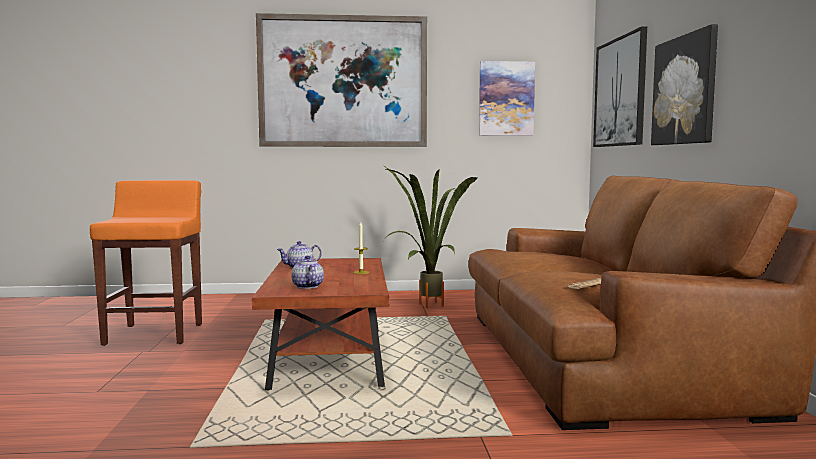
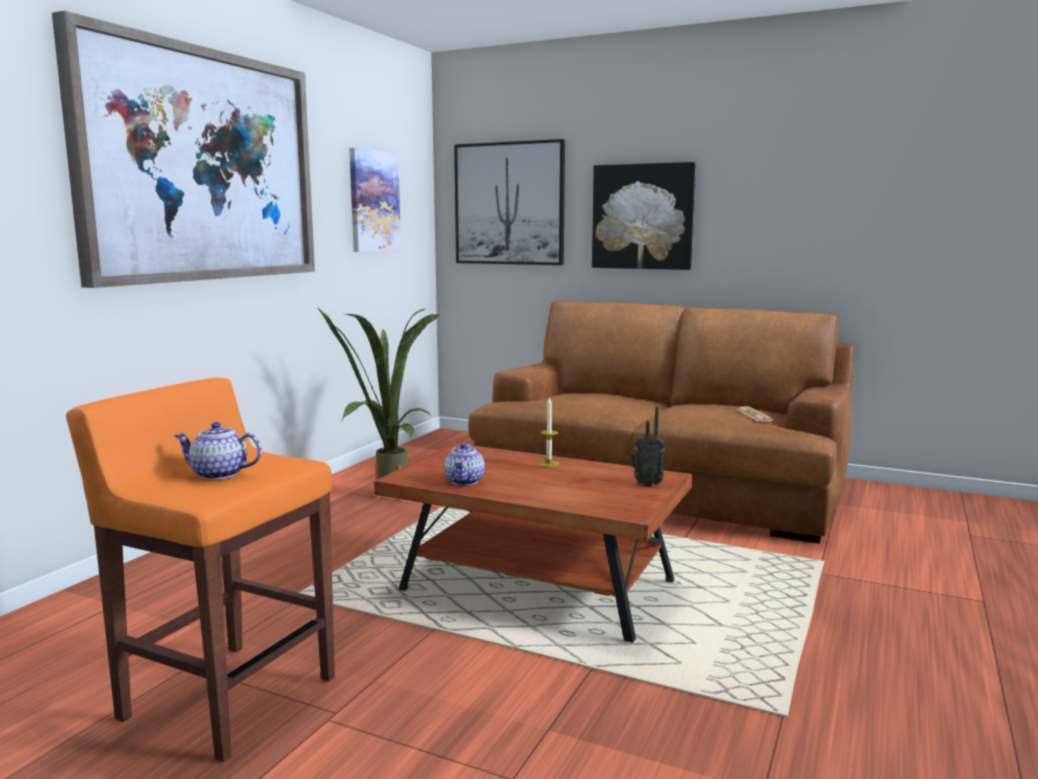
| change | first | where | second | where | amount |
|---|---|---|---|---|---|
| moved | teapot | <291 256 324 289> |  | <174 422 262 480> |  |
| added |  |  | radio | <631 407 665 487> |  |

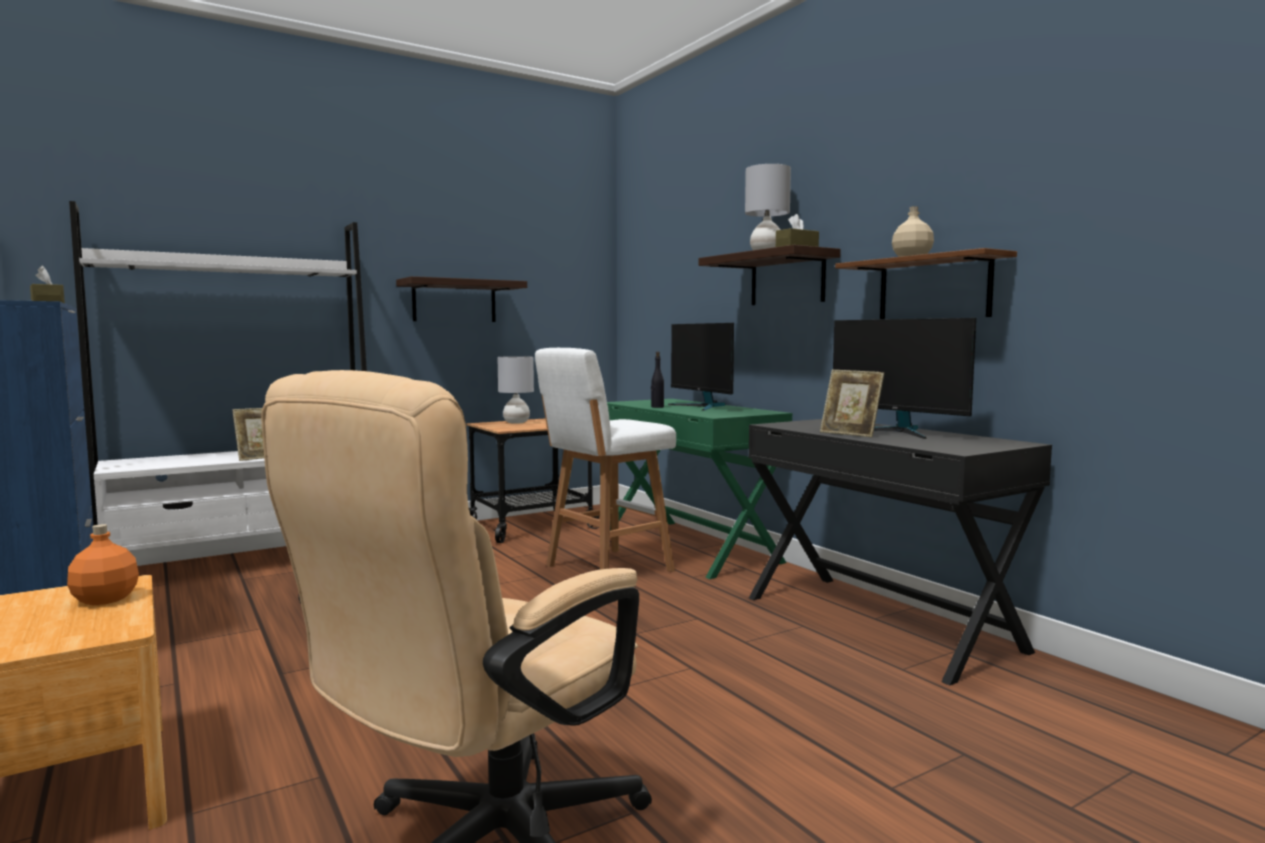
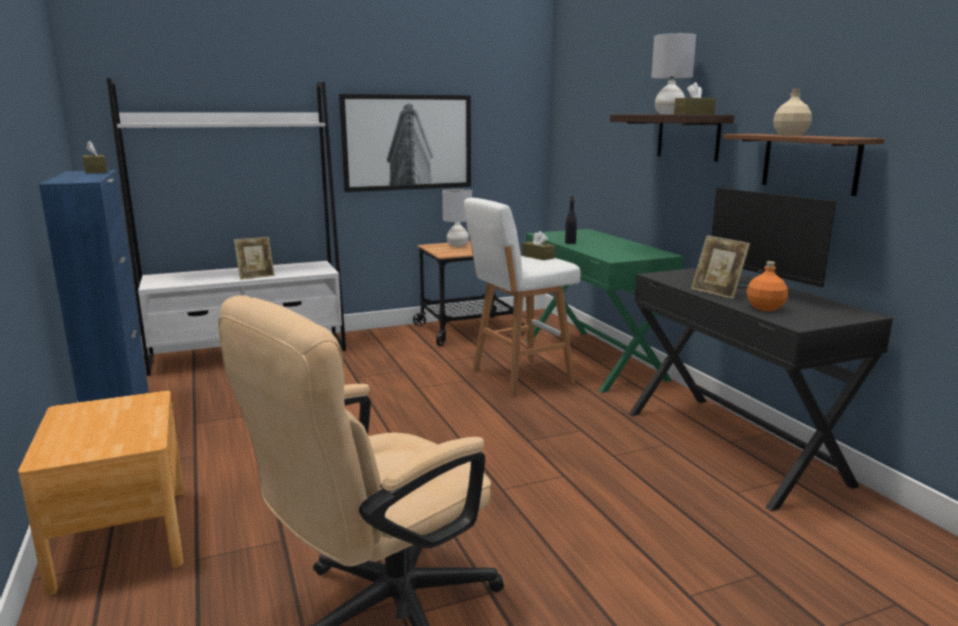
| change | first | where | second | where | amount |
|---|---|---|---|---|---|
| replaced | shelf | <396 276 527 322> | picture | <339 94 471 192> |  |
| added |  |  | tissue box (brown) | <522 231 555 260> |  |
| moved | bottle (orange) | <67 524 139 605> |  | <747 261 788 311> |  |
| removed | monitor | <668 323 734 411> |  |  |  |

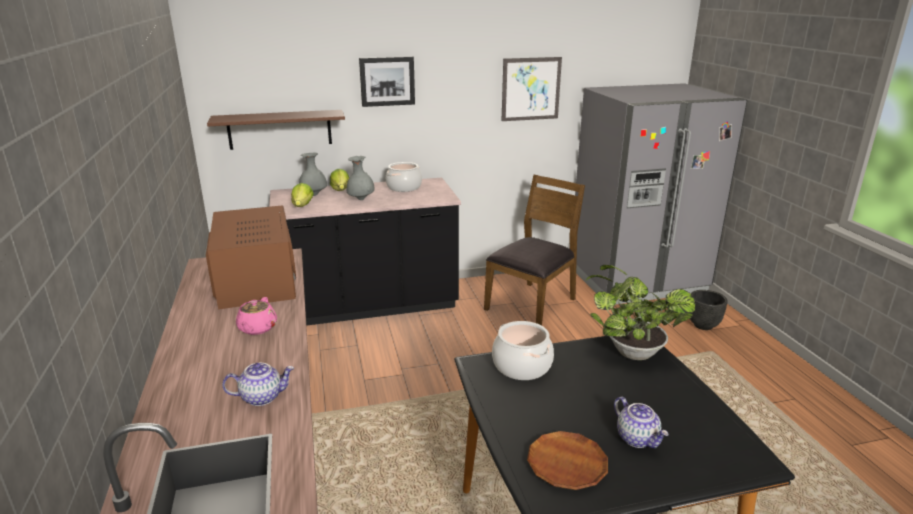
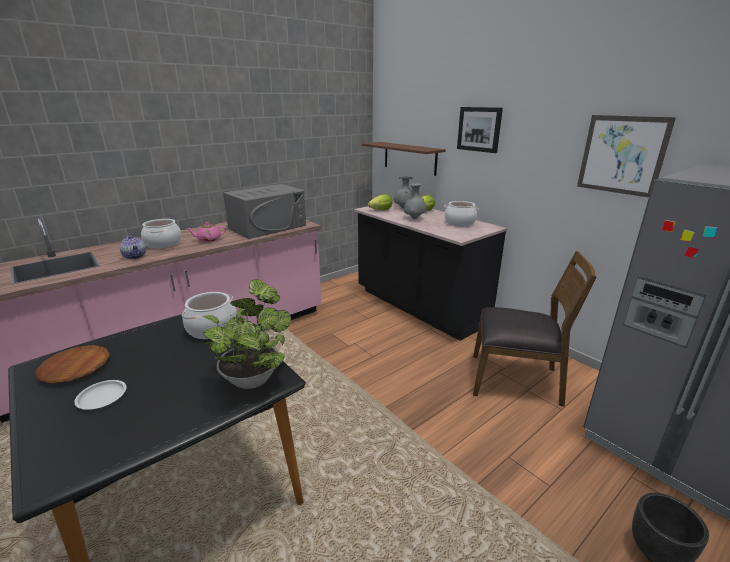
| change | first | where | second | where | amount |
|---|---|---|---|---|---|
| replaced | teapot | <614 397 668 448> | plate (white) | <74 380 126 410> |  |
| added |  |  | cooking pot | <141 219 181 249> |  |
| recoloured | microwave (brown) | <206 205 296 309> | microwave (grey) | <223 184 306 239> |  |

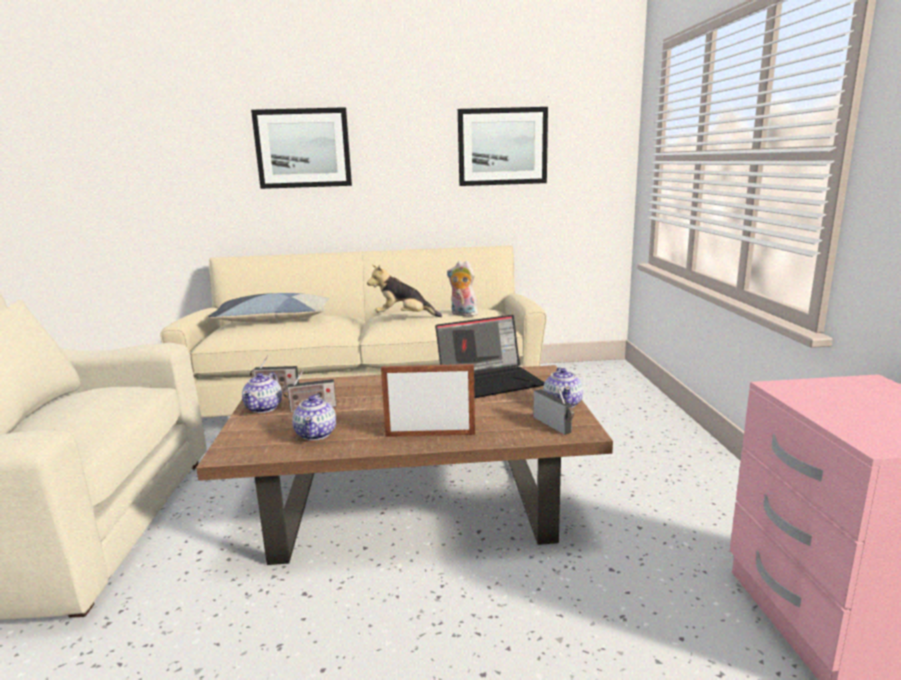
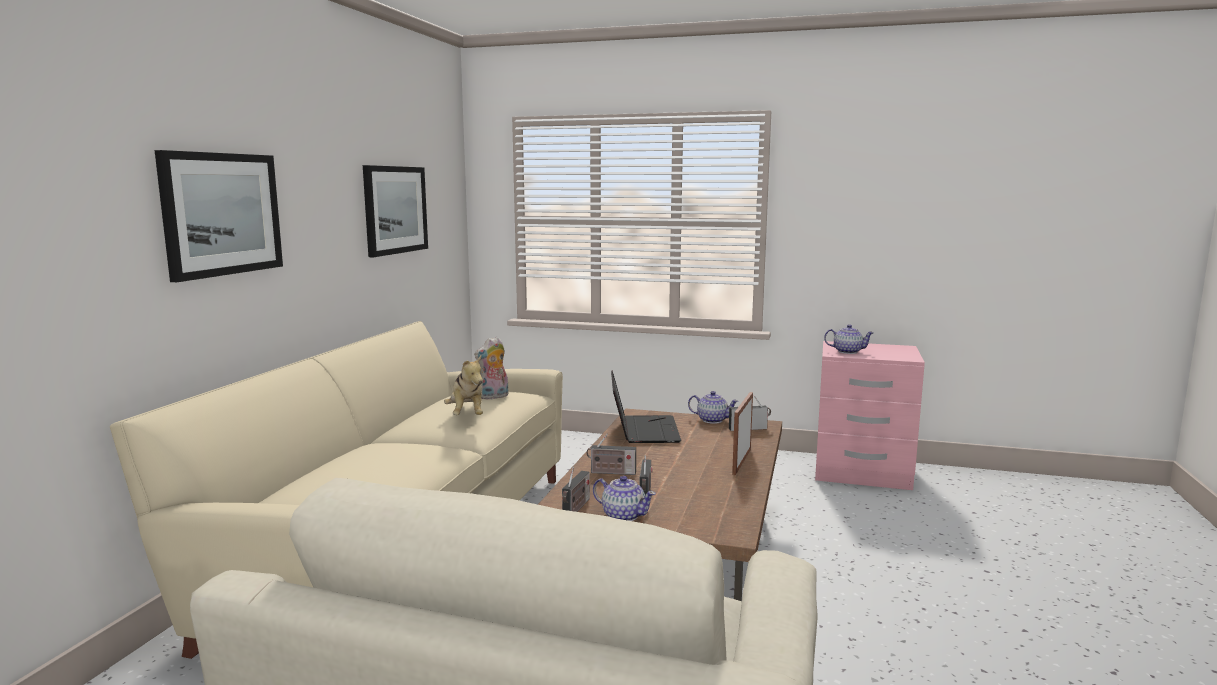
| change | first | where | second | where | amount |
|---|---|---|---|---|---|
| turned | plush toy | <367 265 442 317> |  | <444 356 483 415> | 45 degrees counterclockwise |
| added |  |  | radio | <586 433 636 475> |  |
| moved | teapot | <292 394 336 440> |  | <824 324 874 354> |  |
| removed | pillow | <208 293 329 322> |  |  |  |

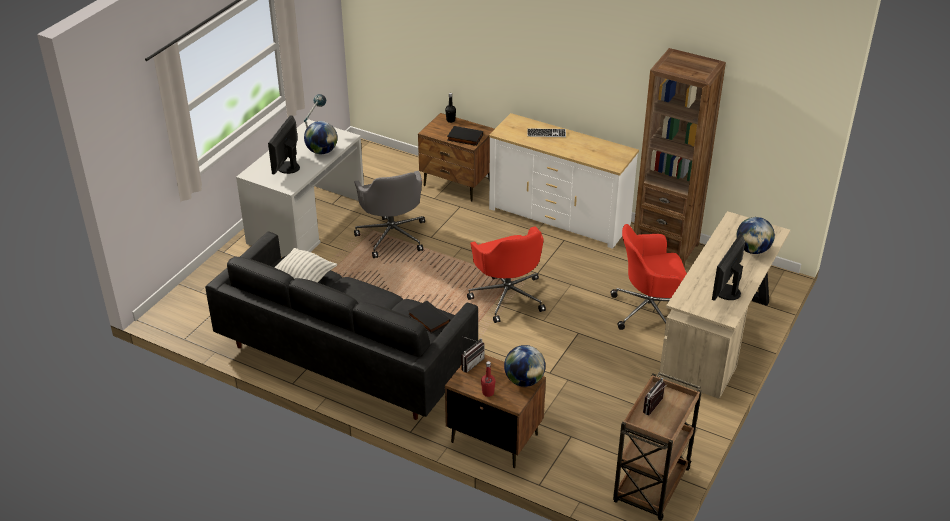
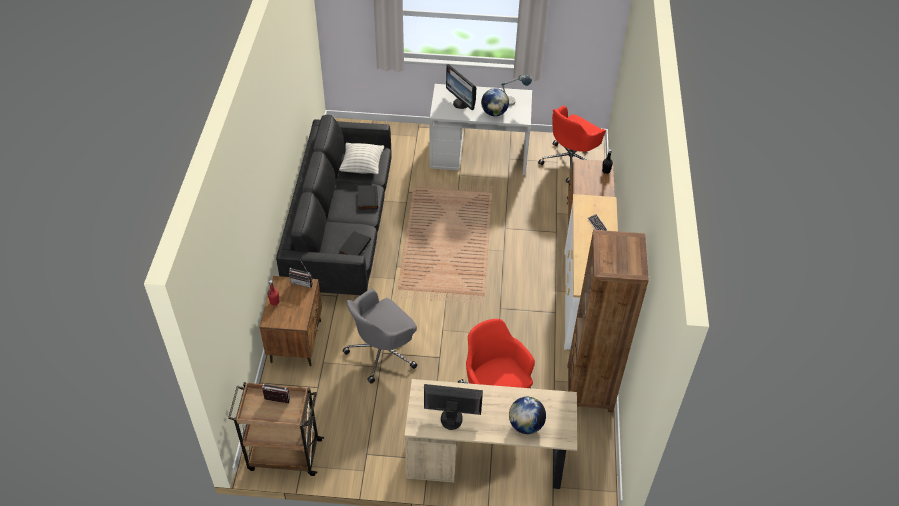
| change | first | where | second | where | amount |
|---|---|---|---|---|---|
| moved | office chair (grey) | <354 171 425 258> |  | <343 289 417 384> |  |
| moved | book (black) | <447 126 483 146> |  | <358 186 378 210> |  |
| turned | monitor | <268 115 300 175> |  | <446 64 476 110> | 120 degrees counterclockwise |
| moved | office chair (red) | <467 226 546 323> |  | <538 105 606 184> |  |
| removed | globe | <504 345 546 387> |  |  |  |

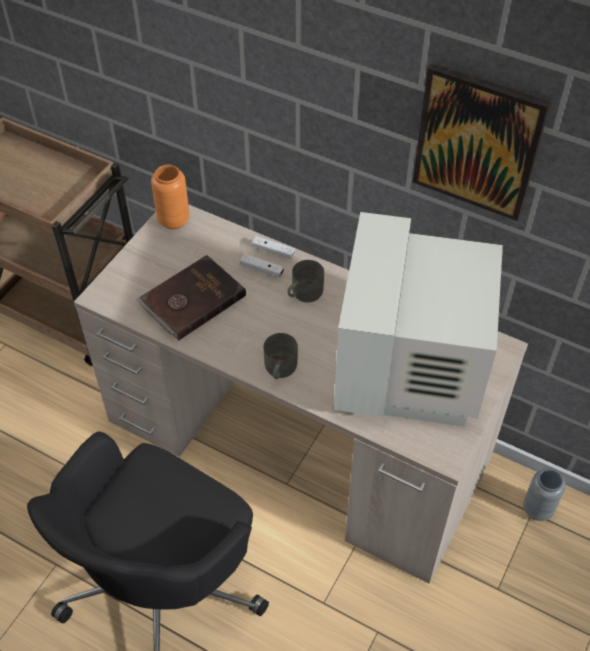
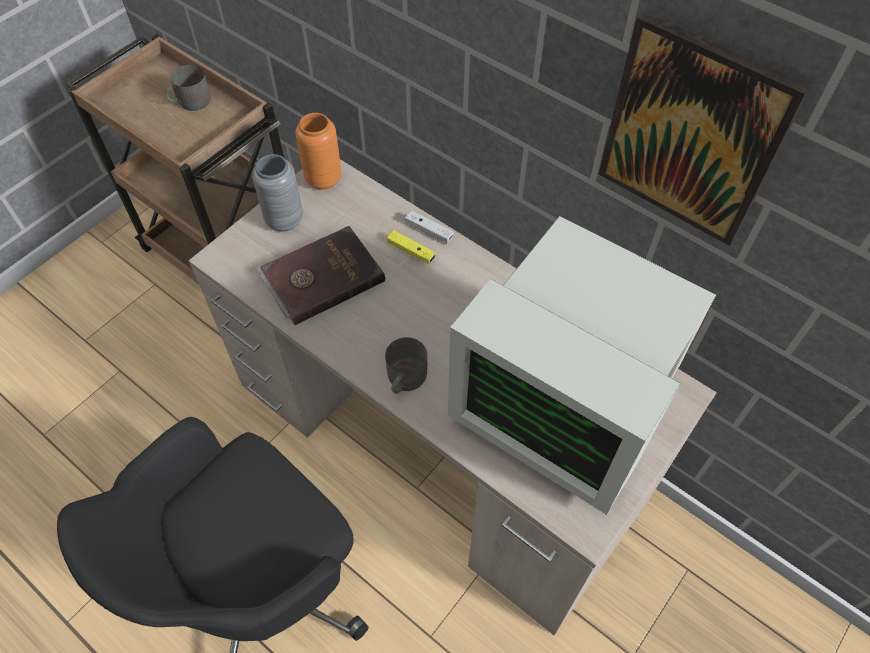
| change | first | where | second | where | amount |
|---|---|---|---|---|---|
| moved | mug (grey) | <287 260 324 302> |  | <165 65 211 111> |  |
| moved | vase (grey) | <523 469 566 521> |  | <252 154 303 232> |  |
| recoloured | game controller (white) | <240 254 284 277> | game controller (yellow) | <387 230 436 264> |  |
| turned | monitor | <333 212 503 427> |  | <448 216 716 515> | 75 degrees counterclockwise |

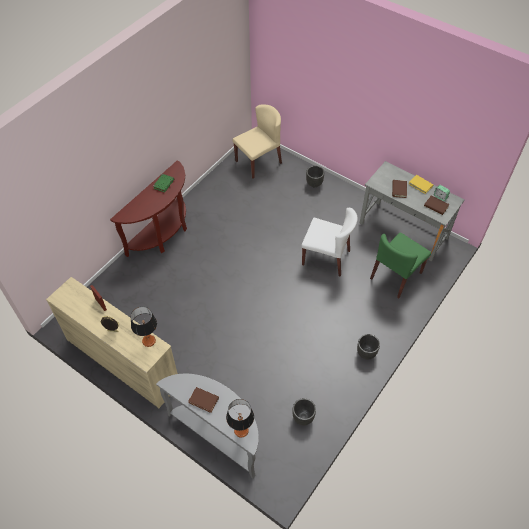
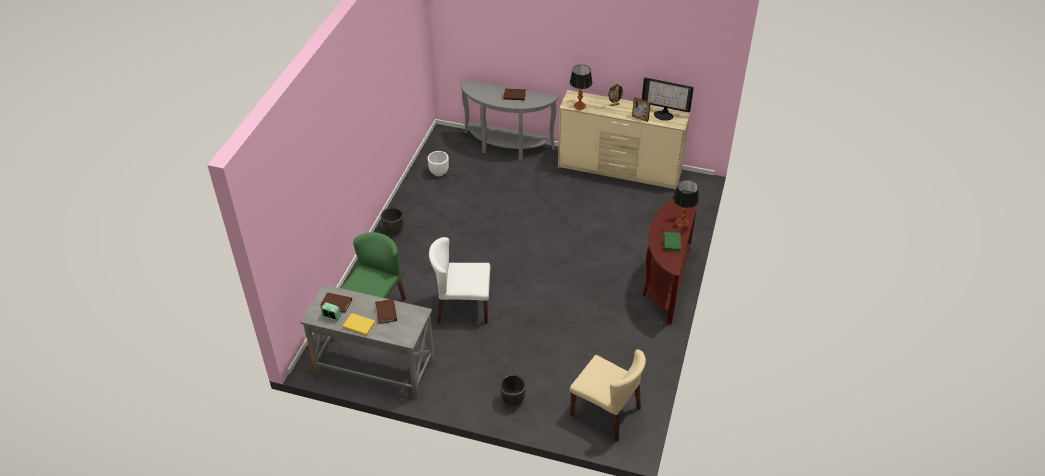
| change | first | where | second | where | amount |
|---|---|---|---|---|---|
| recoloured | planter (black) | <292 398 316 425> | planter (white) | <428 151 449 176> |  |
| turned | chair (beige) | <233 104 282 178> |  | <570 349 646 441> | 90 degrees counterclockwise |
| added |  |  | monitor | <642 77 694 121> |  |
| moved | table lamp | <226 399 254 438> |  | <673 180 699 228> |  |

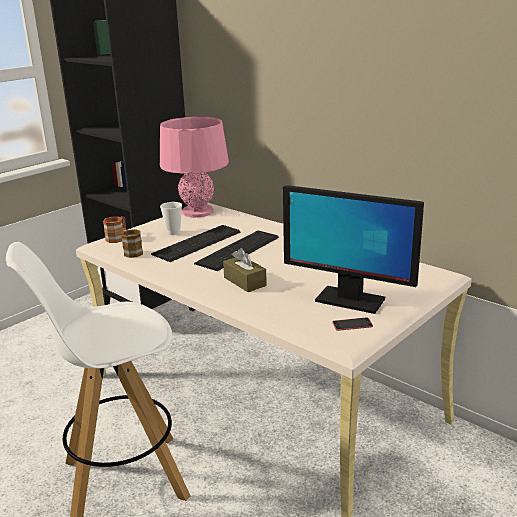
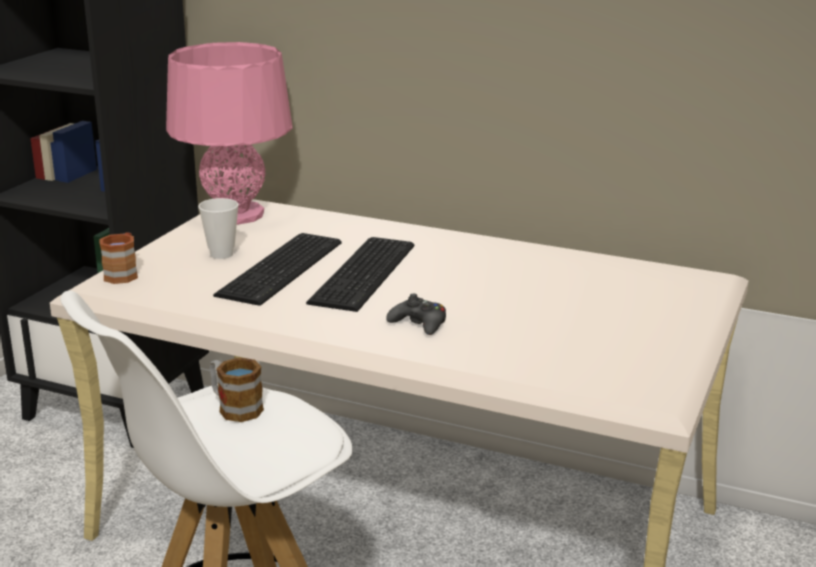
| change | first | where | second | where | amount |
|---|---|---|---|---|---|
| moved | mug | <121 229 143 258> |  | <210 357 264 422> |  |
| replaced | tissue box (brown) | <223 248 267 292> | game controller (black) | <386 294 446 335> |  |
| removed | monitor | <283 185 424 314> |  |  |  |
| removed | phone | <333 317 373 331> |  |  |  |

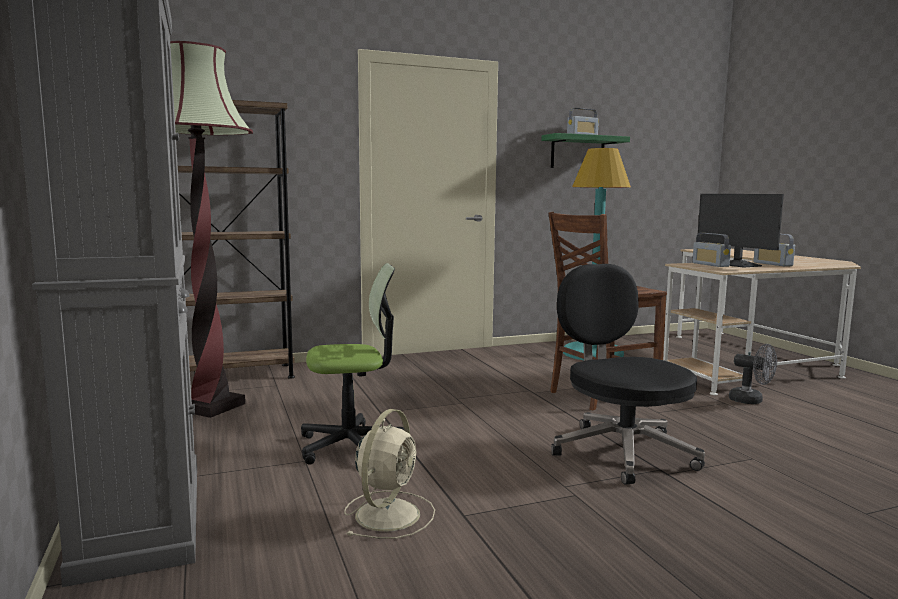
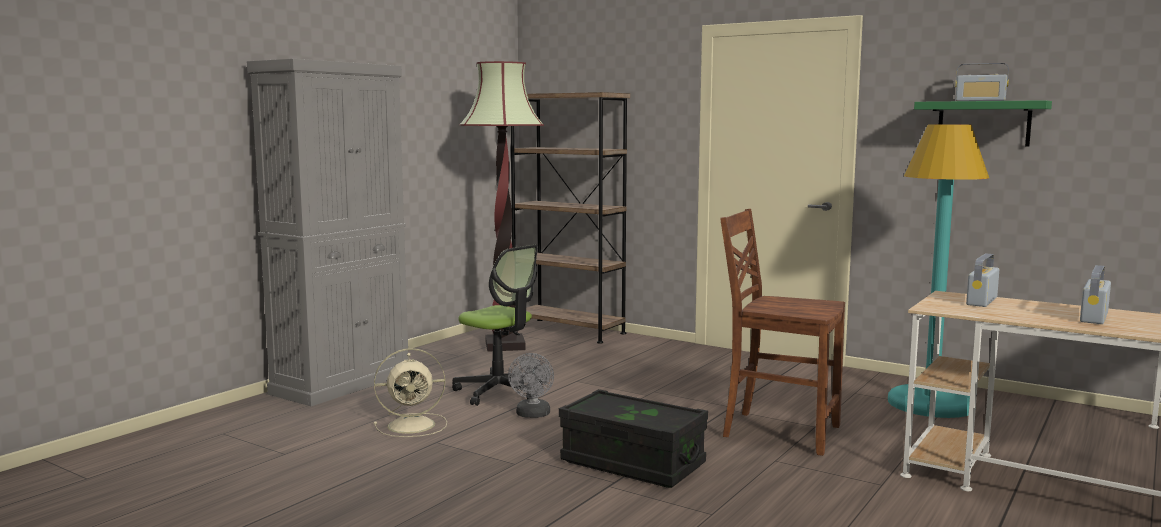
| change | first | where | second | where | amount |
|---|---|---|---|---|---|
| moved | fan (grey) | <729 344 777 404> |  | <508 353 554 418> |  |
| replaced | office chair (black) | <551 264 705 485> | storage box (black) | <559 389 708 488> |  |
| removed | monitor | <698 194 784 268> |  |  |  |

